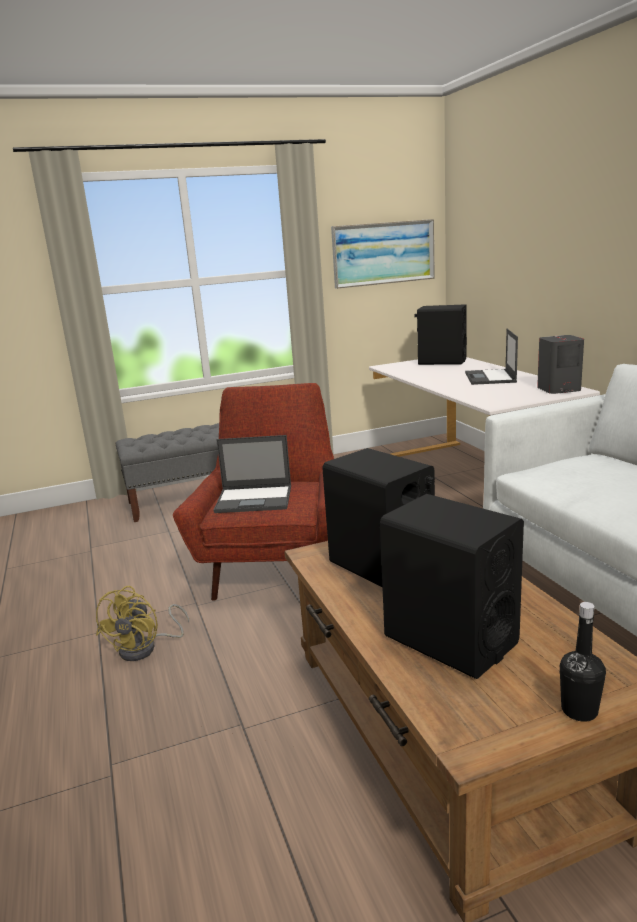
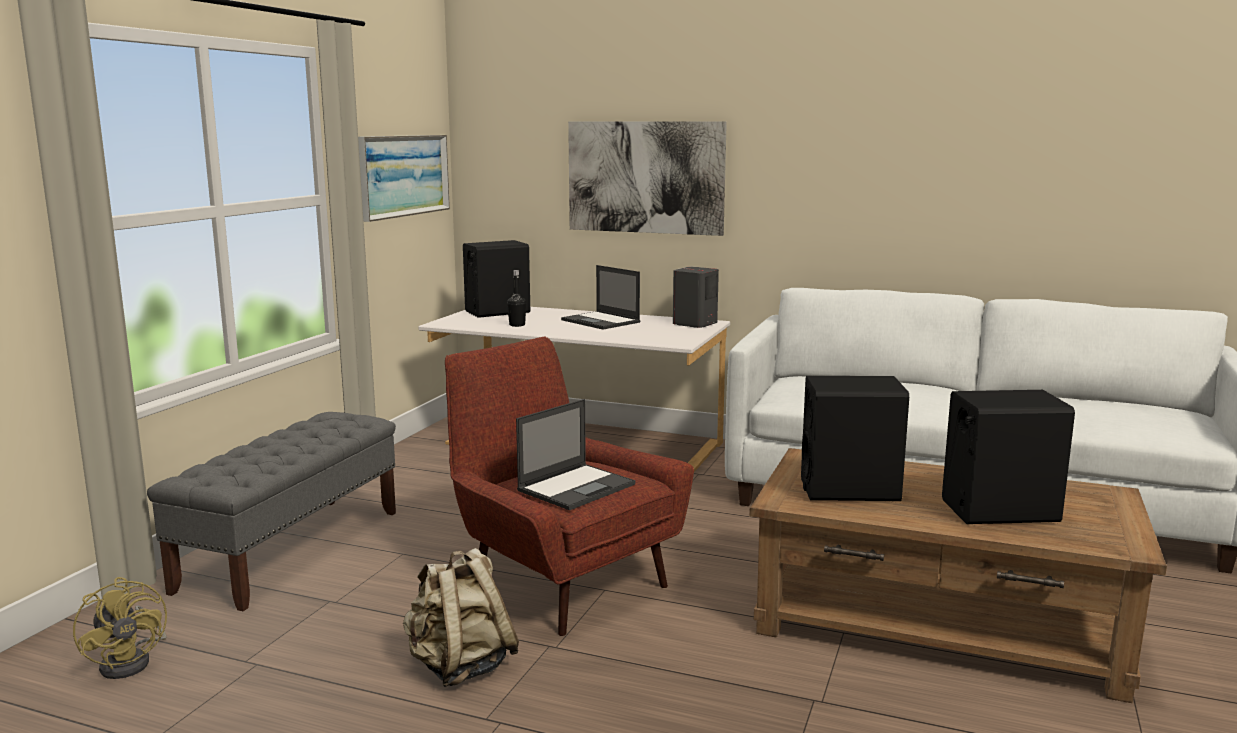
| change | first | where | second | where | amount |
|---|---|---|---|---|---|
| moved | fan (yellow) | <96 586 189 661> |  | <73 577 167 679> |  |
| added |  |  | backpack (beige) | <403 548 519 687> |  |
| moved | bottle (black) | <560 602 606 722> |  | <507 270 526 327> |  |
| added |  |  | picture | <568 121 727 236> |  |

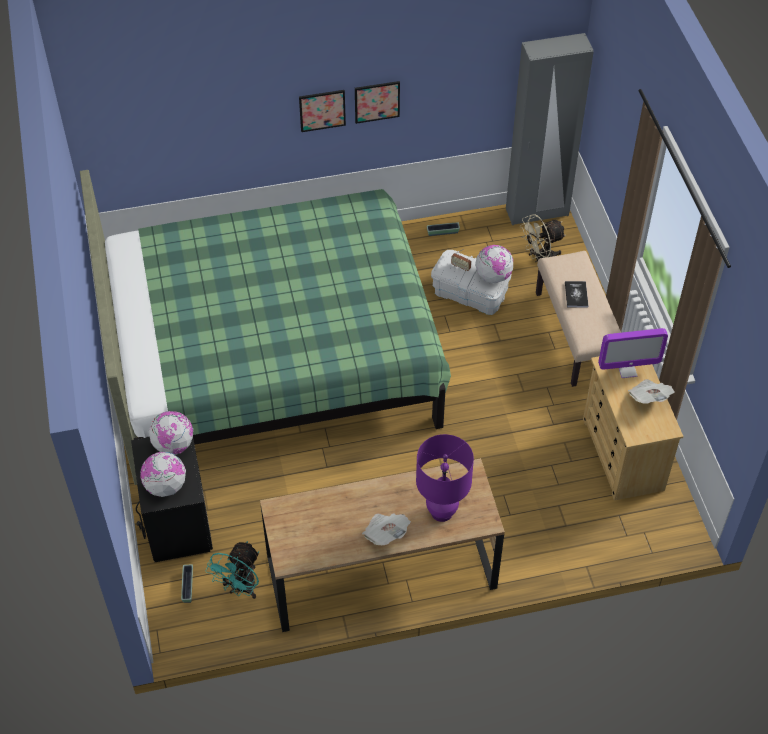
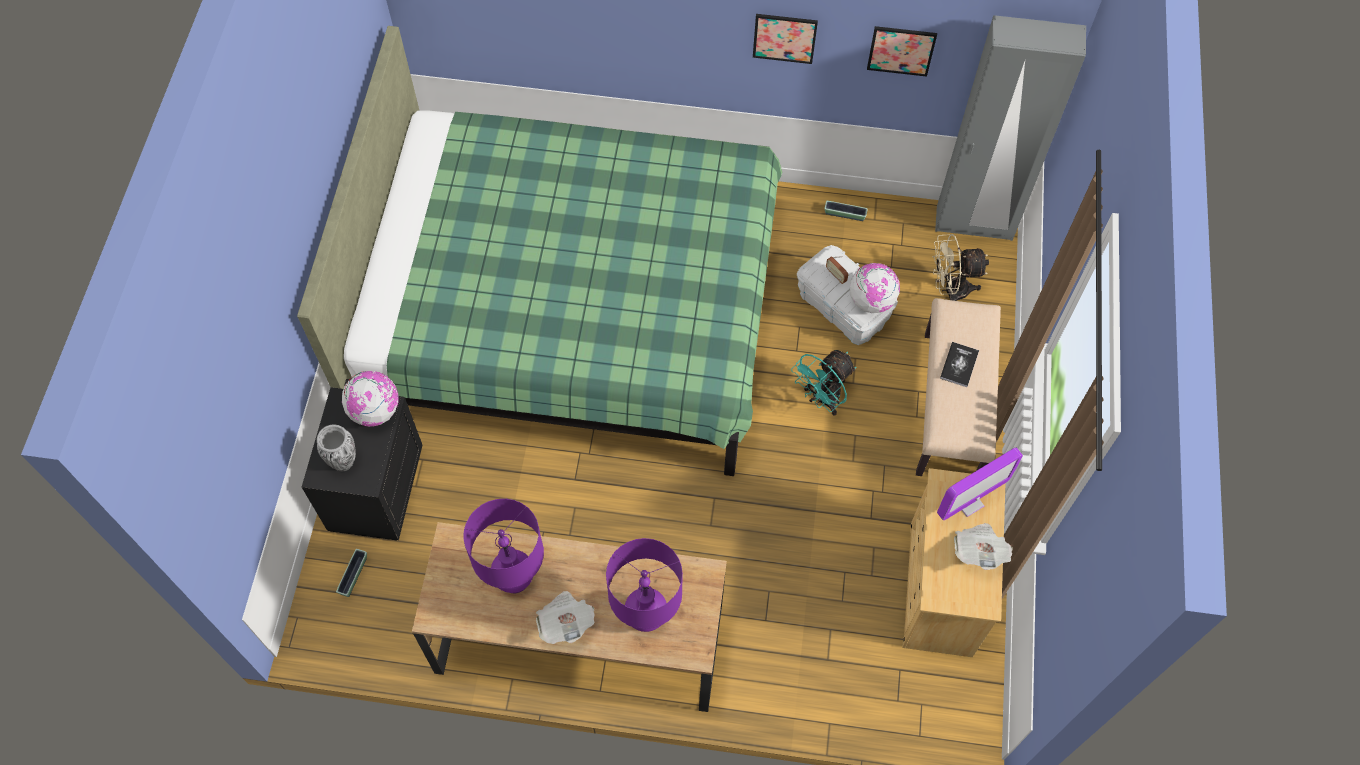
| change | first | where | second | where | amount |
|---|---|---|---|---|---|
| replaced | globe | <140 452 186 497> | vase | <317 425 356 471> |  |
| added |  |  | table lamp (purple) | <463 499 544 593> |  |
| moved | fan (turquoise) | <205 541 259 599> |  | <791 350 856 416> |  |
| moved | picture | <299 90 346 132> |  | <867 26 937 77> |  |
| turned | monitor | <598 328 668 378> |  | <937 448 1023 520> | 45 degrees counterclockwise |

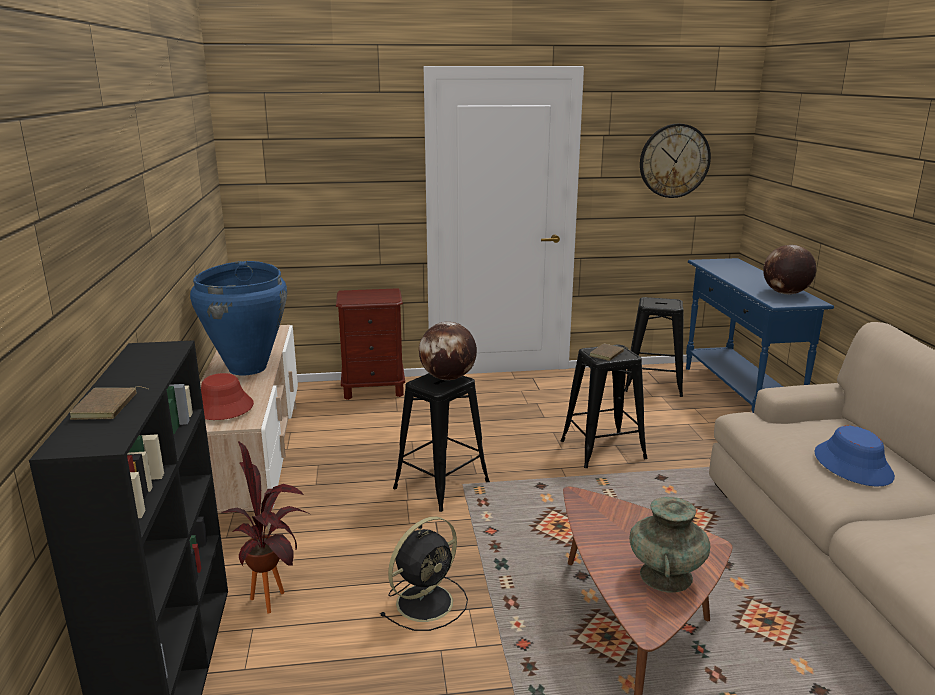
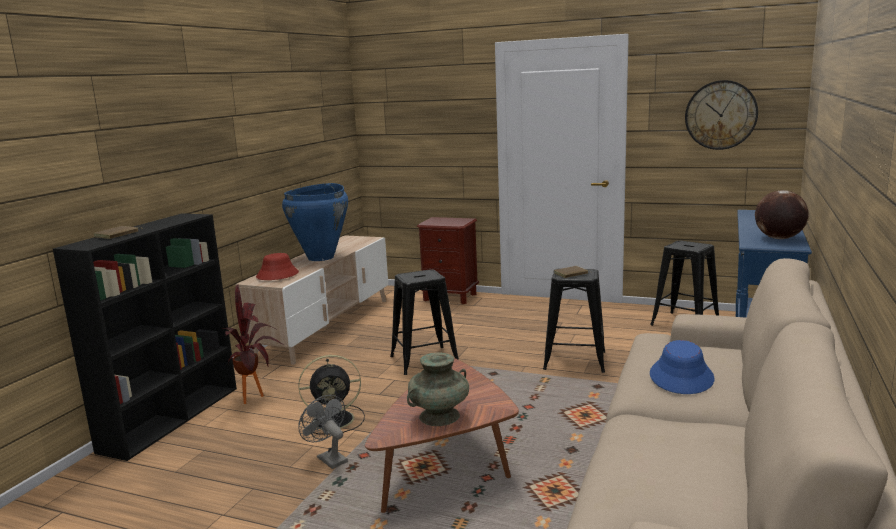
| change | first | where | second | where | amount |
|---|---|---|---|---|---|
| added |  |  | fan (grey) | <298 395 348 469> |  |
| removed | globe | <419 322 477 380> |  |  |  |

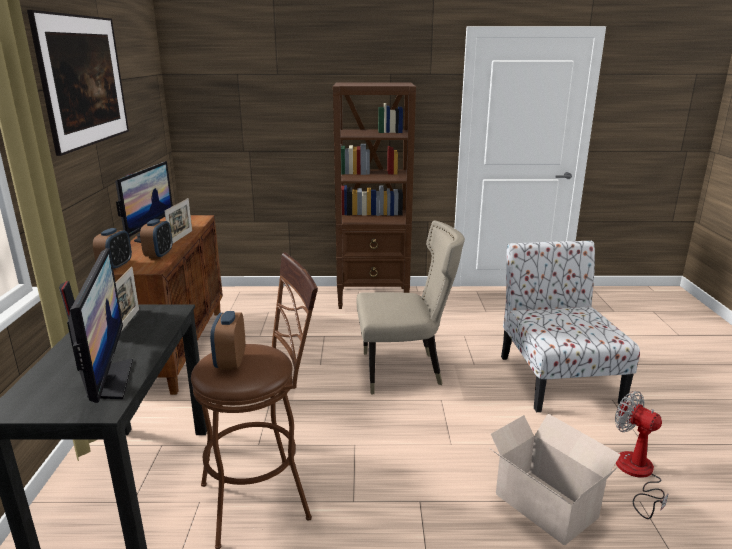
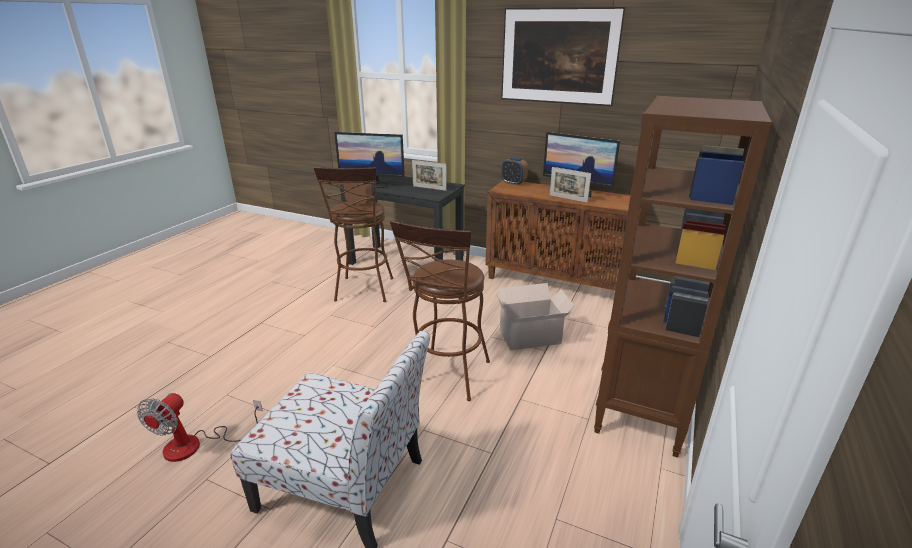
| change | first | where | second | where | amount |
|---|---|---|---|---|---|
| turned | fan | <615 391 669 519> |  | <137 393 263 462> | 120 degrees clockwise |
| replaced | chair (beige) | <356 220 465 394> | stool (brown) | <390 220 490 401> |  |
| moved | cardboard box | <491 414 621 545> |  | <496 283 575 350> |  |
| removed | alarm clock | <140 219 172 259> |  |  |  |

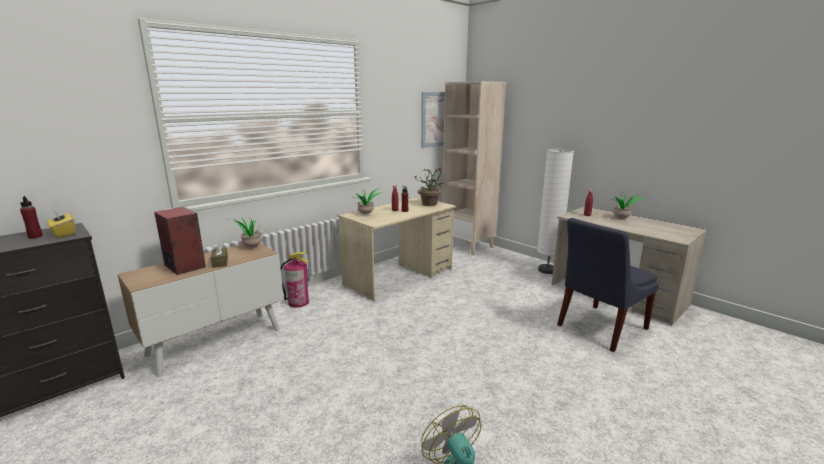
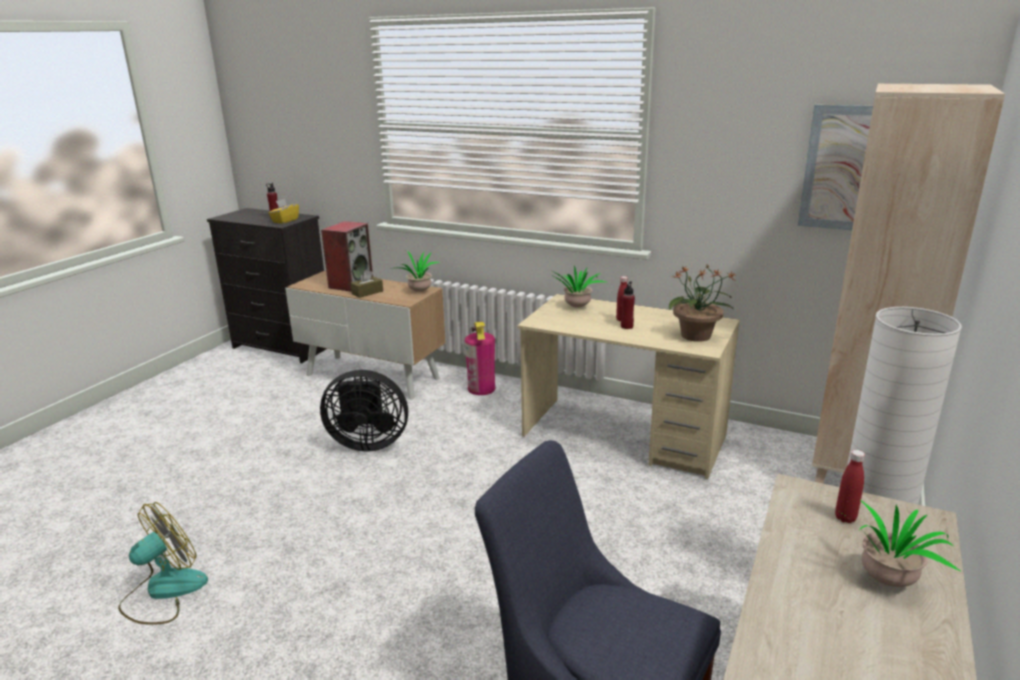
| change | first | where | second | where | amount |
|---|---|---|---|---|---|
| added |  |  | fan (black) | <320 370 408 452> |  |

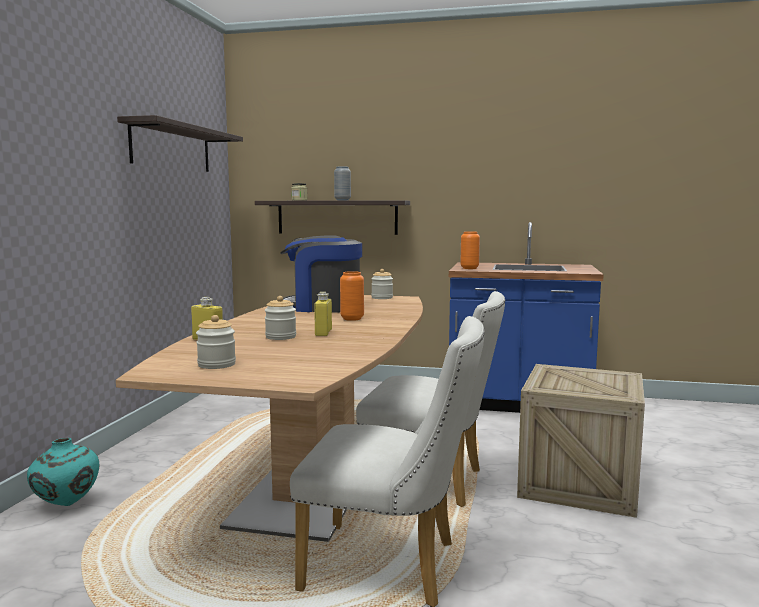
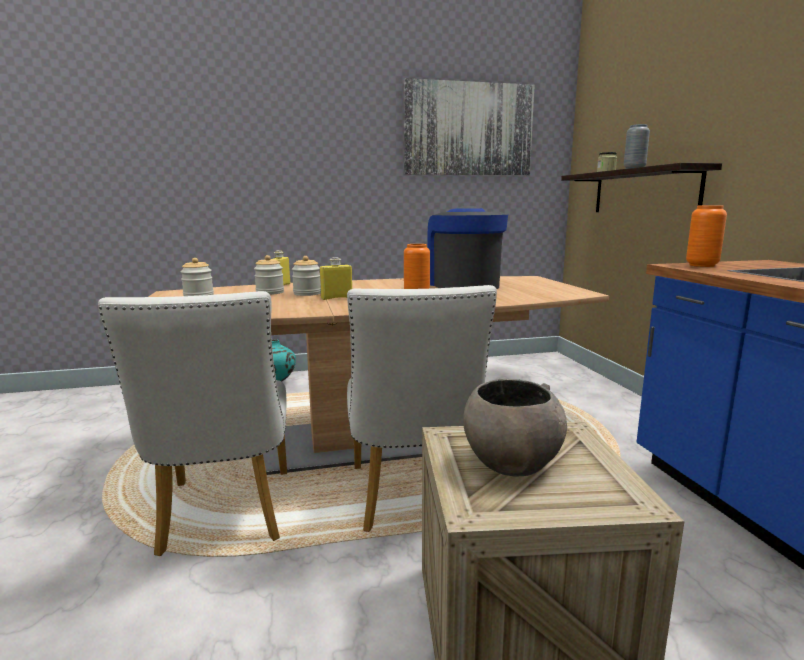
| change | first | where | second | where | amount |
|---|---|---|---|---|---|
| moved | jar | <371 269 393 299> |  | <254 255 284 295> |  |
| replaced | shelf | <117 115 243 172> | picture | <403 78 535 175> |  |
| added |  |  | bowl (grey) | <463 378 567 477> |  |

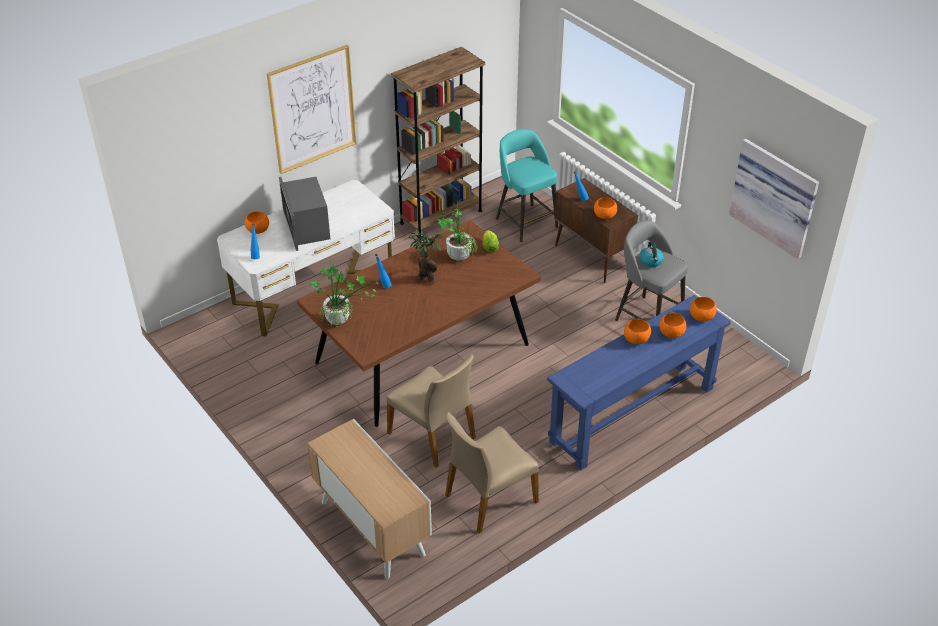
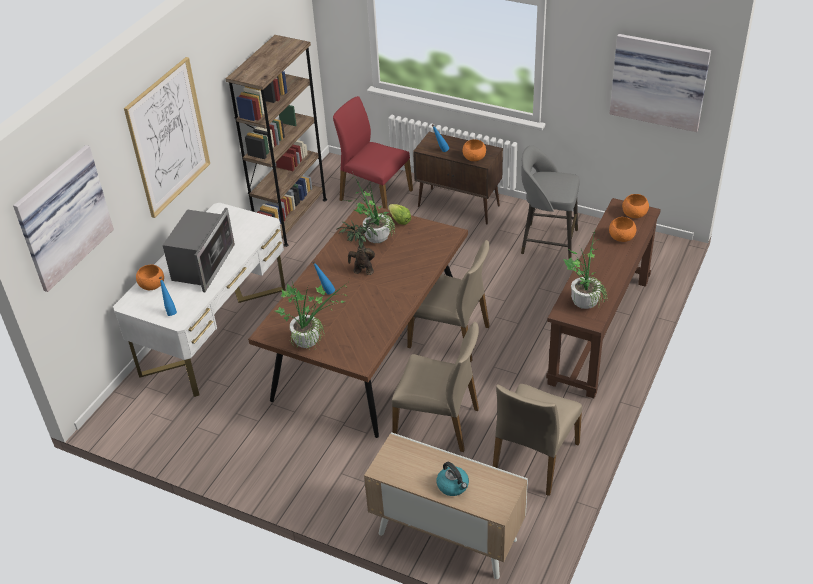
| change | first | where | second | where | amount |
|---|---|---|---|---|---|
| added |  |  | picture | <13 145 114 292> |  |
| turned | microwave | <279 177 330 251> |  | <163 208 235 292> | 120 degrees counterclockwise |
| replaced | stool (turquoise) | <496 129 558 242> | chair (red) | <333 96 413 209> |  |
| added |  |  | chair (beige) | <407 240 490 362> |  |
| moved | kettle | <639 241 664 267> |  | <437 462 469 496> |  |
| recoloured | console table (blue) | <547 295 731 470> | console table (brown) | <546 198 661 398> |  |
| added |  |  | potted plant | <563 231 608 309> |  |
| removed | bowl (orange) | <624 319 651 344> |  |  |  |

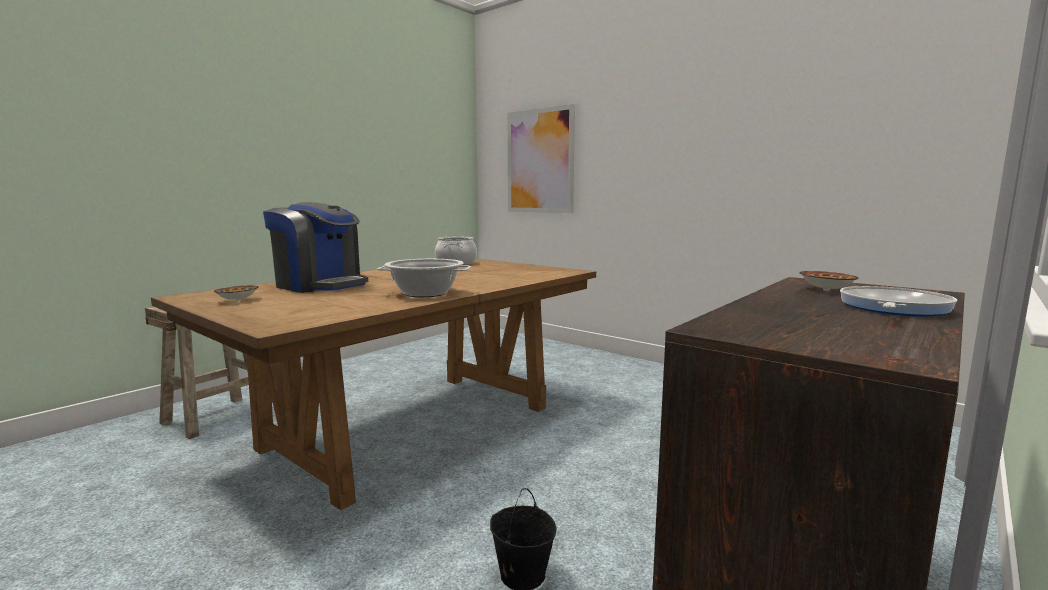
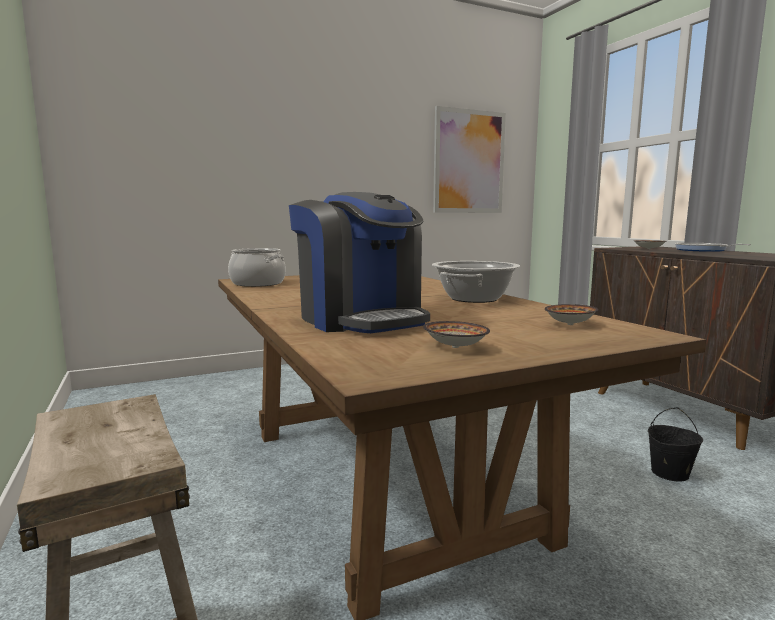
| change | first | where | second | where | amount |
|---|---|---|---|---|---|
| turned | coffee machine | <263 202 368 293> |  | <289 192 430 333> | 90 degrees clockwise |
| moved | picture | <508 104 575 213> |  | <433 106 506 213> |  |
| added |  |  | bowl | <545 304 598 325> |  |

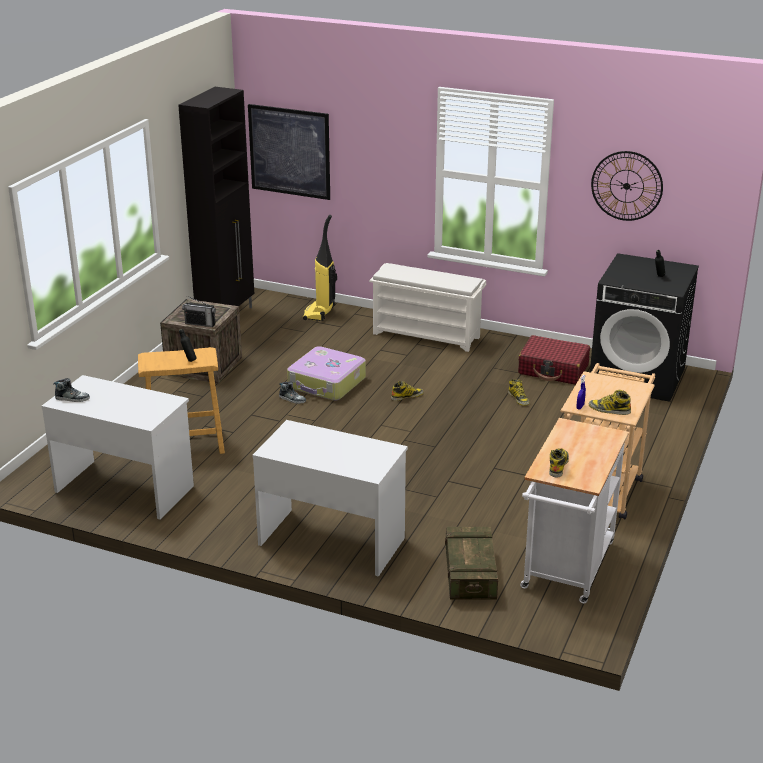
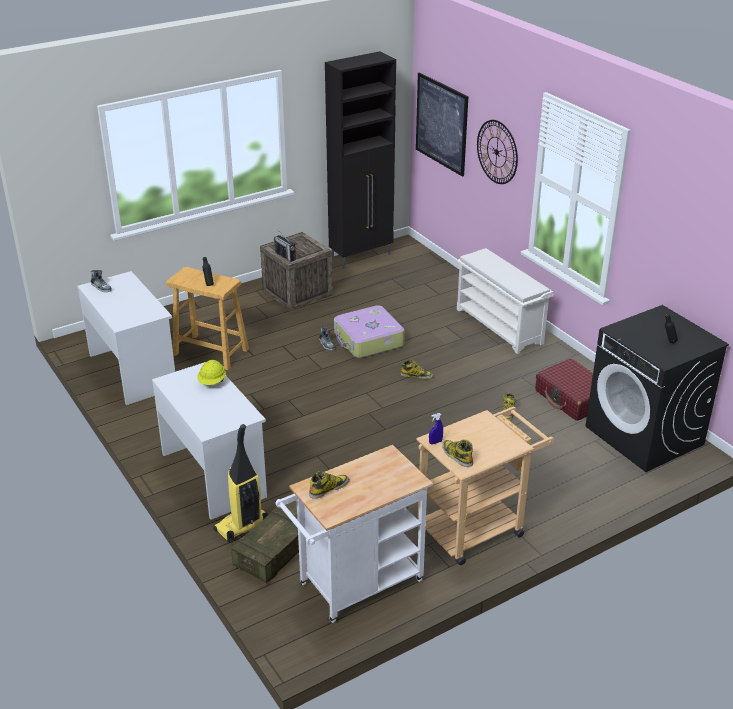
| change | first | where | second | where | amount |
|---|---|---|---|---|---|
| added |  |  | hard hat (yellow) | <197 360 226 385> |  |
| moved | vacuum cleaner | <302 215 337 321> |  | <213 424 269 542> |  |
| moved | wall clock | <591 151 663 221> |  | <477 120 518 184> |  |

